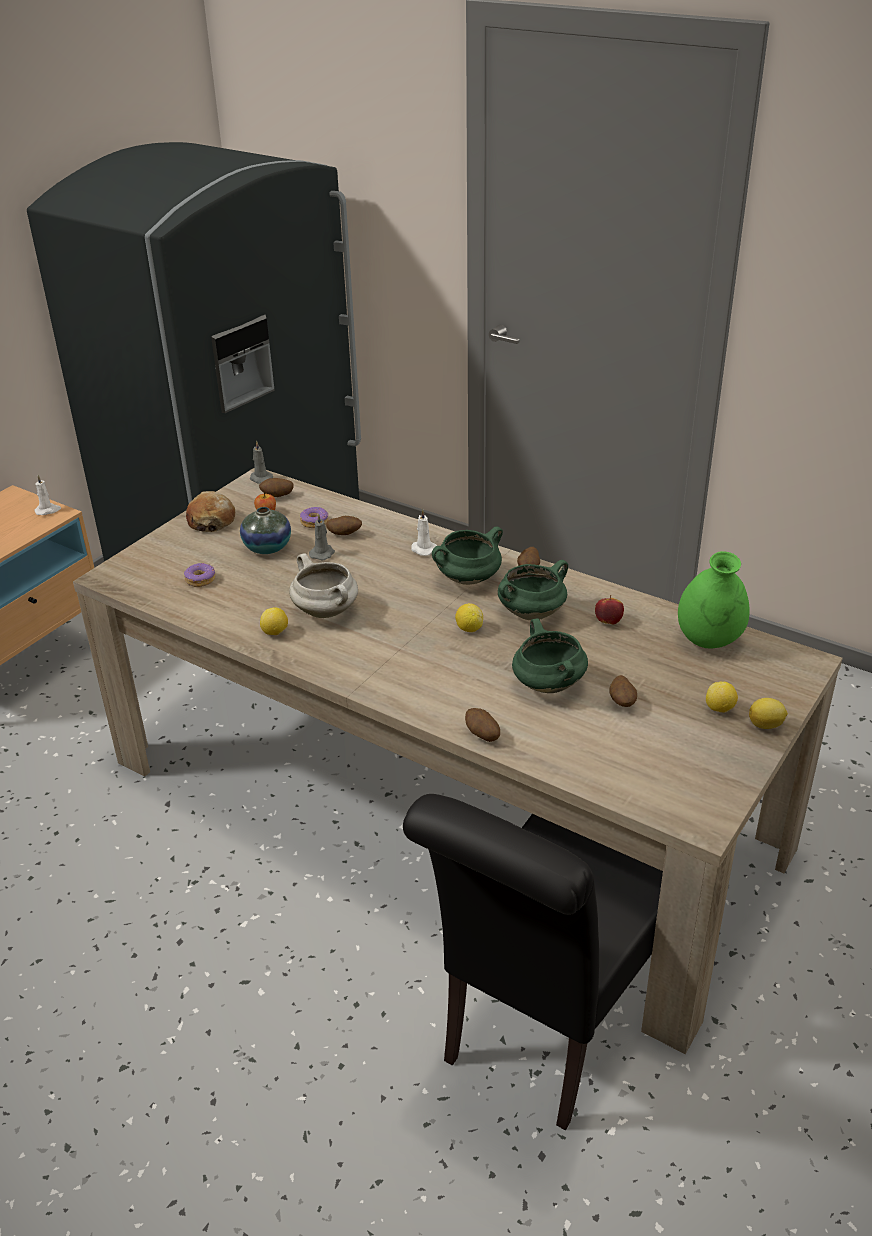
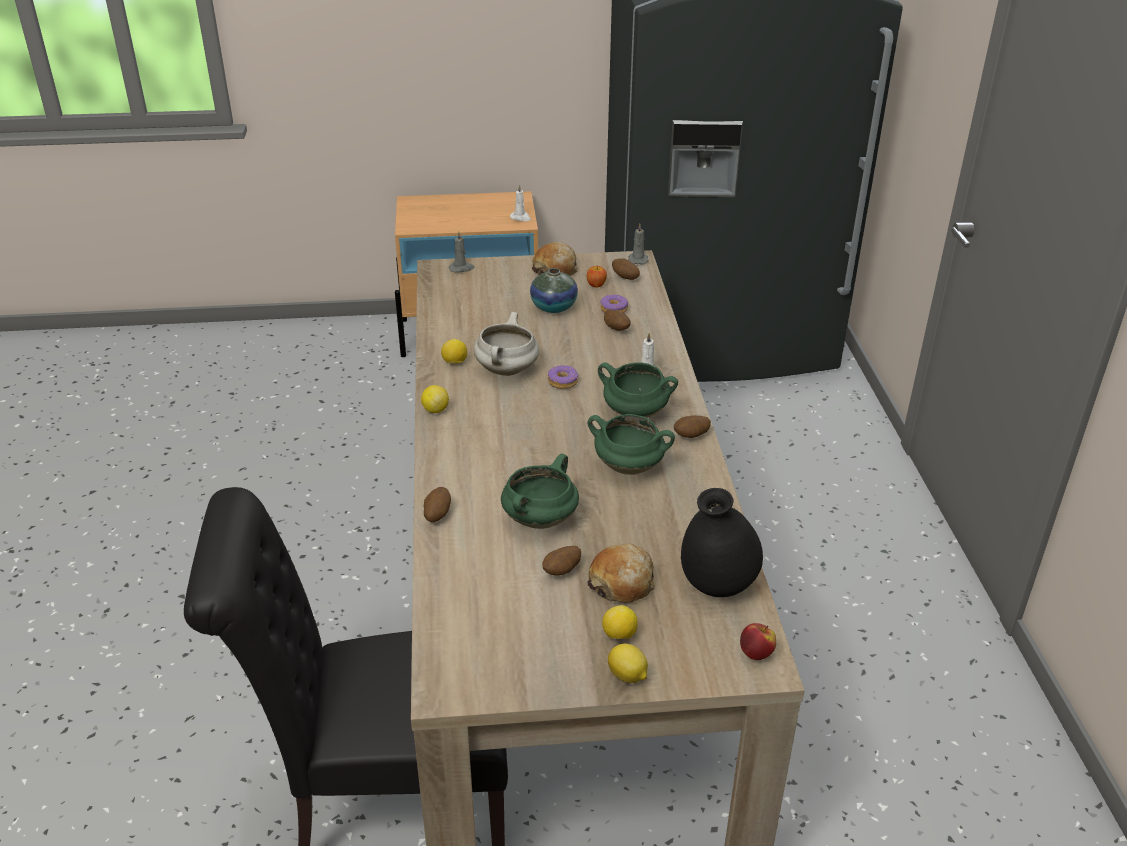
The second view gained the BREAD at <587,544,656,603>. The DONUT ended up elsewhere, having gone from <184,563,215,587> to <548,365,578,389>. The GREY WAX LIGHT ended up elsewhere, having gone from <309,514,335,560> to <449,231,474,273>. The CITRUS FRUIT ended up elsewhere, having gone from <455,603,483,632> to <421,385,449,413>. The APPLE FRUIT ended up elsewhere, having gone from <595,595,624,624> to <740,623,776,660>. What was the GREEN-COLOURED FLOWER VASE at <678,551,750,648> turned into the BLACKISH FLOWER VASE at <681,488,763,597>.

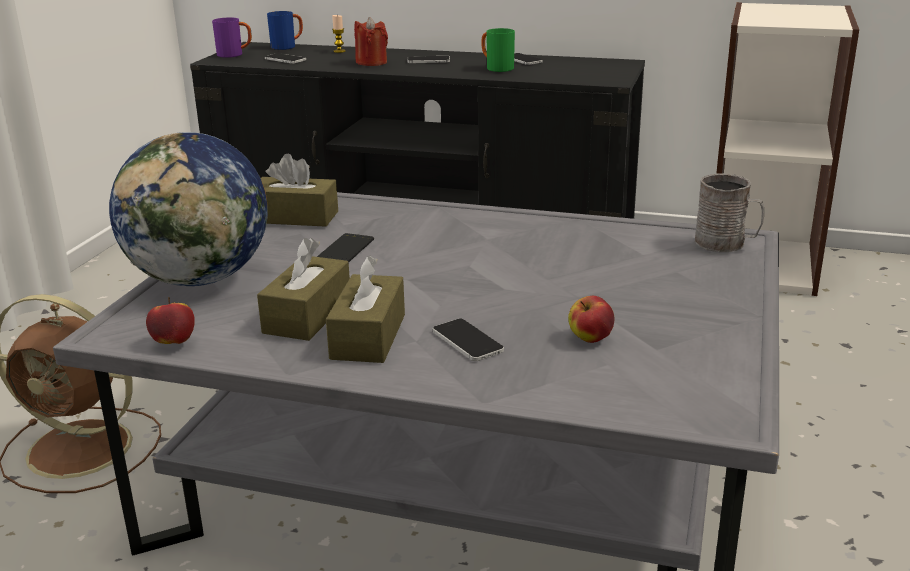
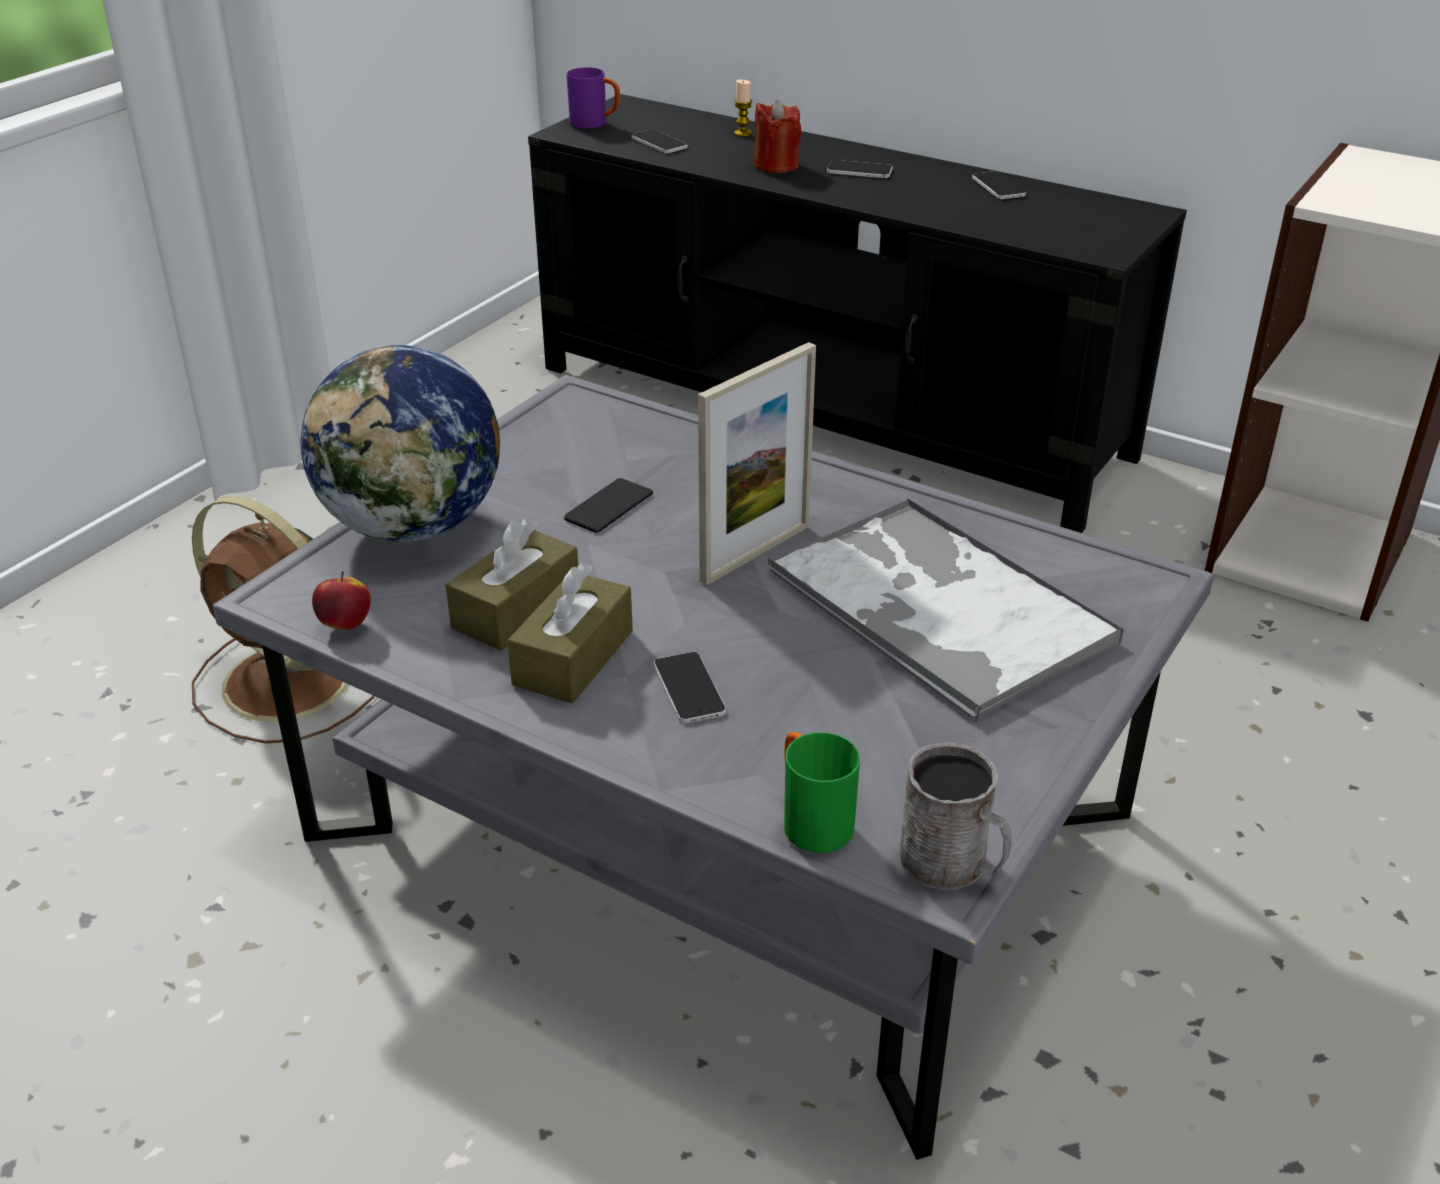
The second view lost the BROWN-COLOURED TISSUE HOLDER at <261,153,338,227>. The second view lost the BLUE-COLOURED TEA MUG at <267,11,303,50>. The second view lost the APPLE FRUIT at <568,296,614,343>. The second view gained the PICTURE FRAME at <698,342,816,585>. The second view gained the CARRYING TRAY at <768,498,1124,722>. The GREEN-COLOURED TEA MUG ended up elsewhere, having gone from <482,28,515,72> to <784,732,860,853>. The GREY TEA MUG ended up elsewhere, having gone from <694,173,764,252> to <900,742,1012,890>.

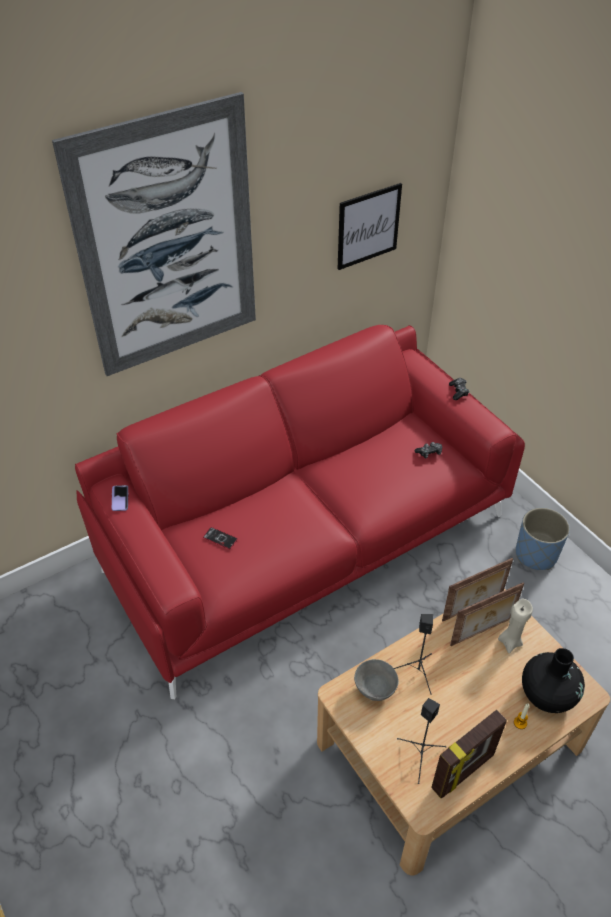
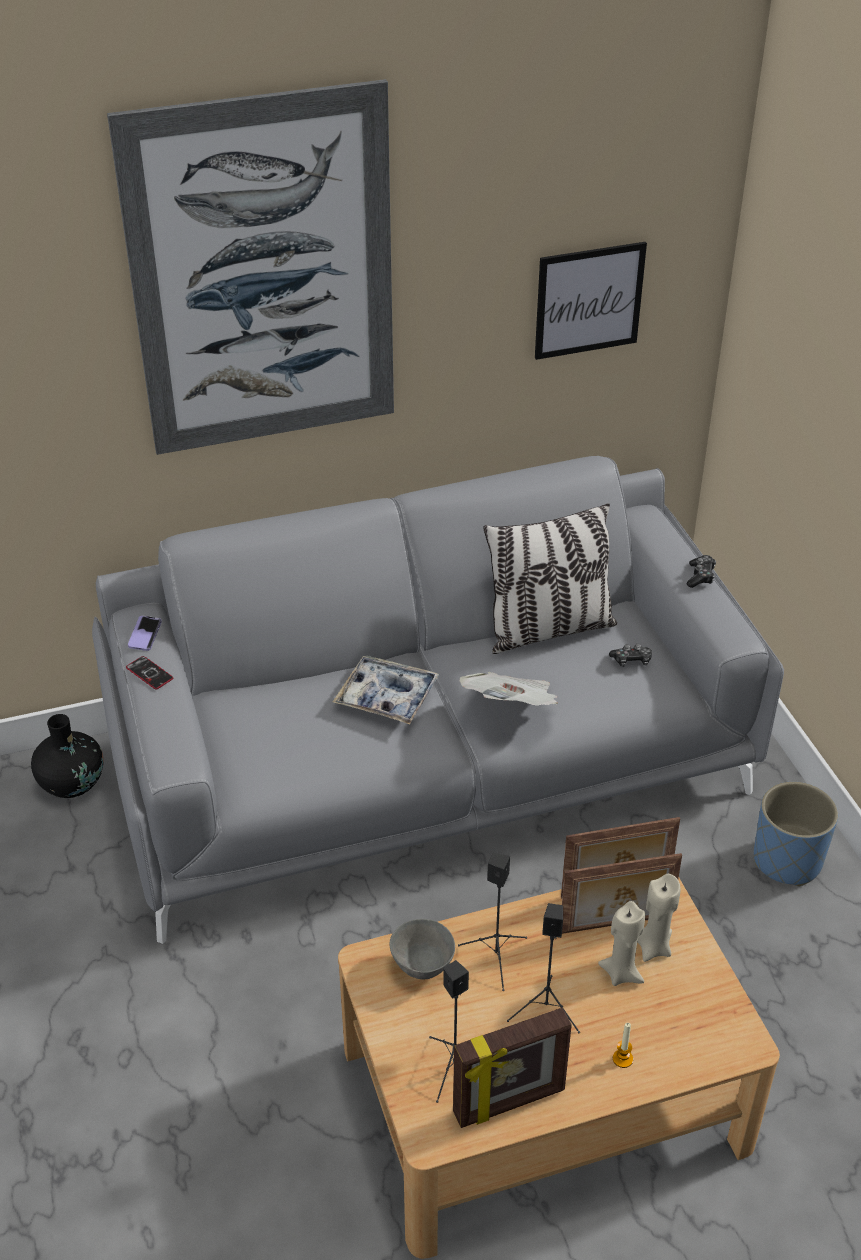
The second view gained the CARRYING TRAY at <333,655,440,725>. The second view gained the NEWSPAPER at <459,672,558,706>. The second view gained the PILLOW at <483,503,617,654>. The second view gained the BLACKISH SPEAKER at <507,903,580,1033>. The second view gained the SAND-COLOURED WAX LIGHT at <598,901,645,986>. The TELEPHONE ended up elsewhere, having gone from <203,527,238,549> to <126,656,173,689>. The BLACKISH FLOWER VASE ended up elsewhere, having gone from <522,648,585,713> to <31,714,104,798>. What was the REDDISH COUCH at <75,325,525,699> turned into the GREY COUCH at <92,456,784,944>.

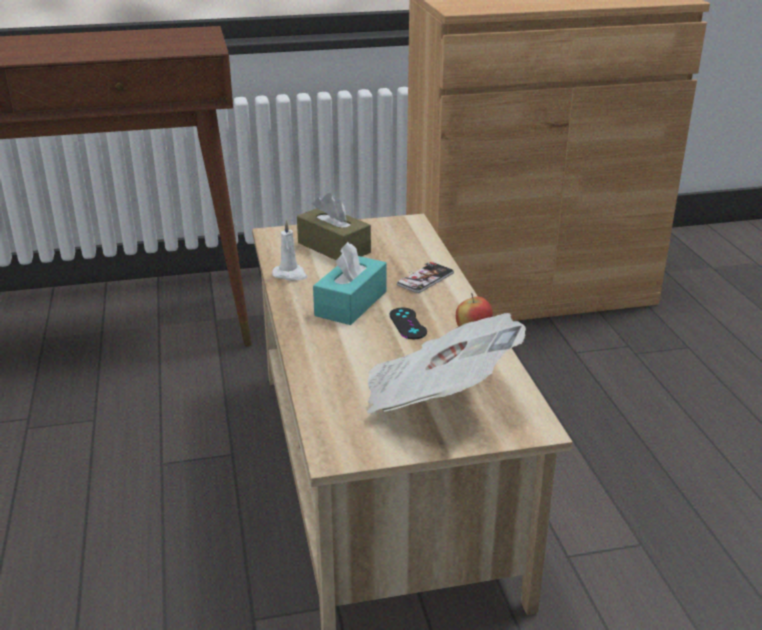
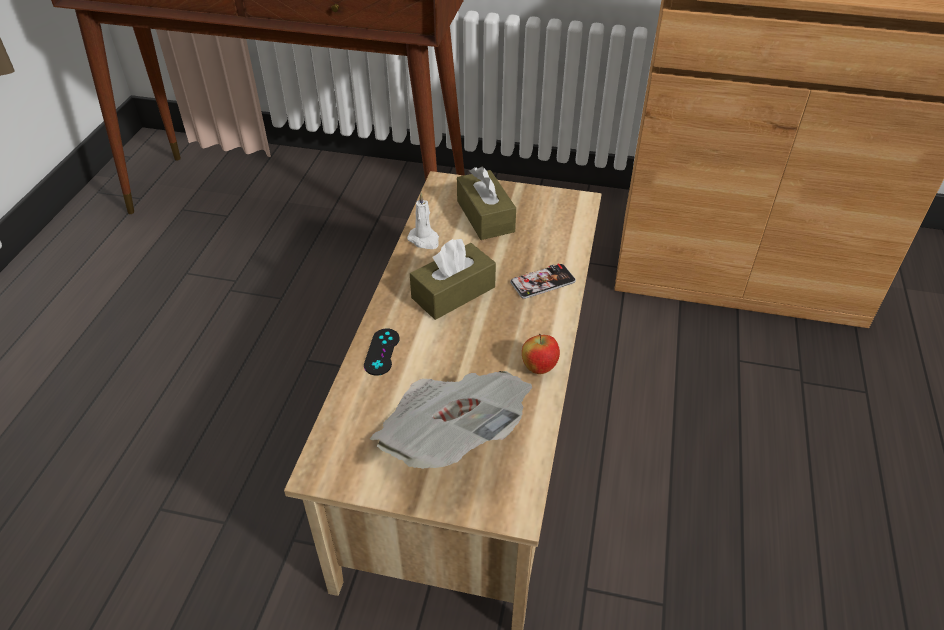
The BLACKISH GAMEPAD ended up elsewhere, having gone from <389,308,427,339> to <364,329,400,376>. What was the TURQUOISE-COLOURED TISSUE HOLDER at <313,242,387,325> turned into the BROWN-COLOURED TISSUE HOLDER at <410,239,496,320>.

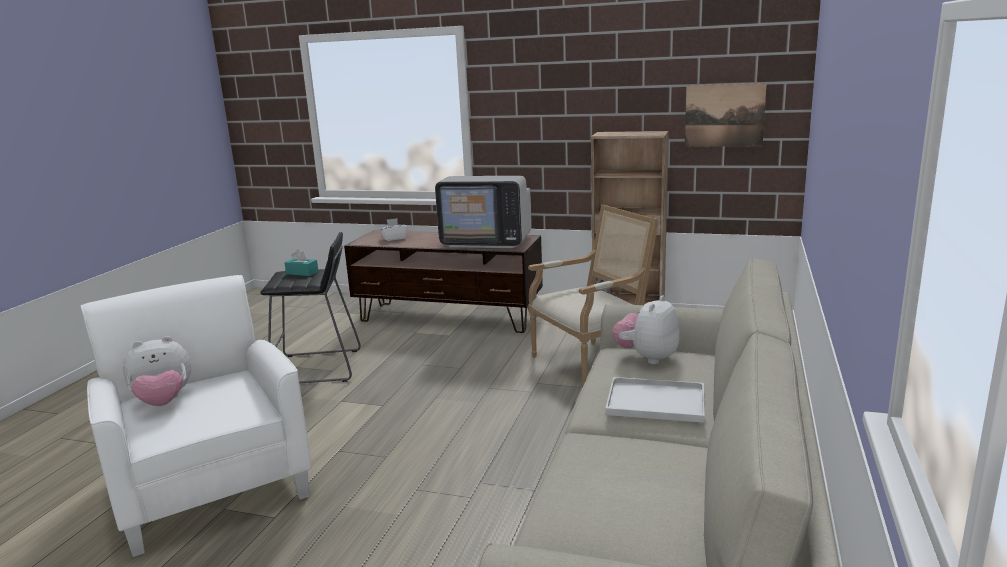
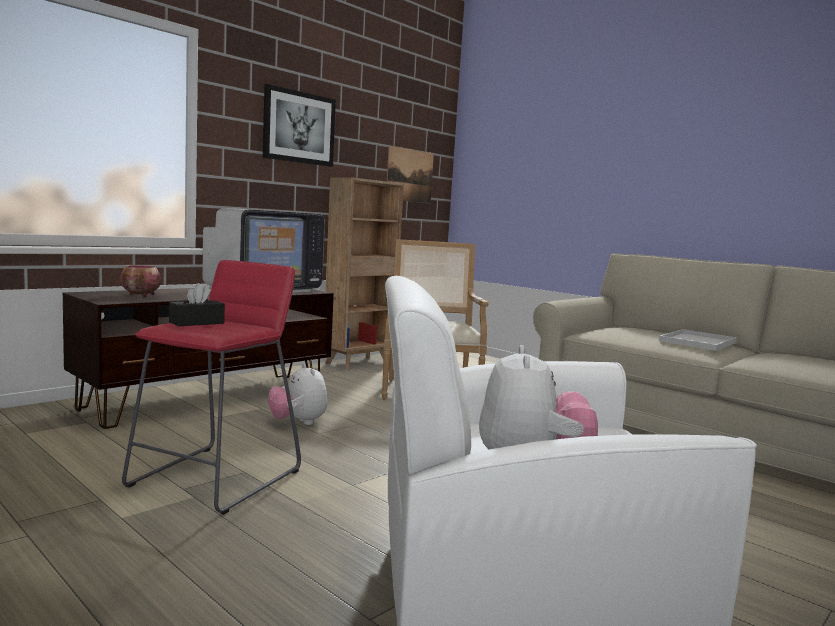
The second view gained the PICTURE at <263,84,336,167>. The SOFT TOY ended up elsewhere, having gone from <612,295,680,364> to <268,364,327,425>. Where the WHITISH TISSUE HOLDER stood at <379,218,407,241>, the SERVING BOWL came to stand at <120,265,161,297>. What was the BLACKISH STOOL at <260,232,361,383> turned into the REDDISH STOOL at <122,260,301,515>. What was the TURQUOISE-COLOURED TISSUE HOLDER at <284,250,319,276> turned into the BLACKISH TISSUE HOLDER at <169,283,225,326>.

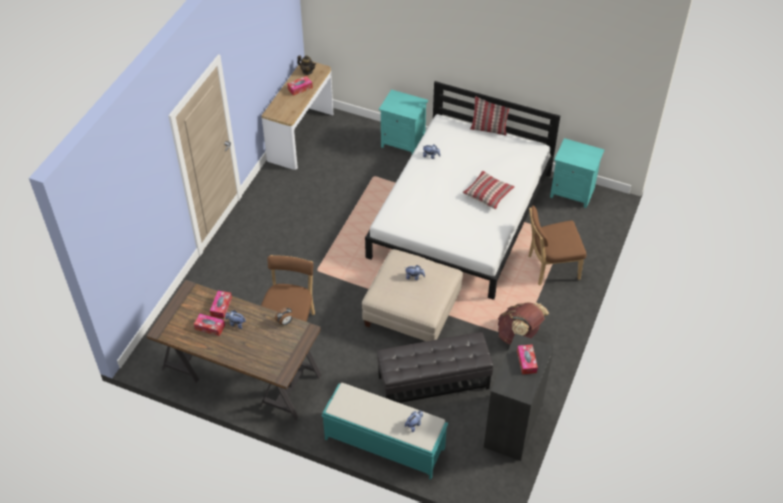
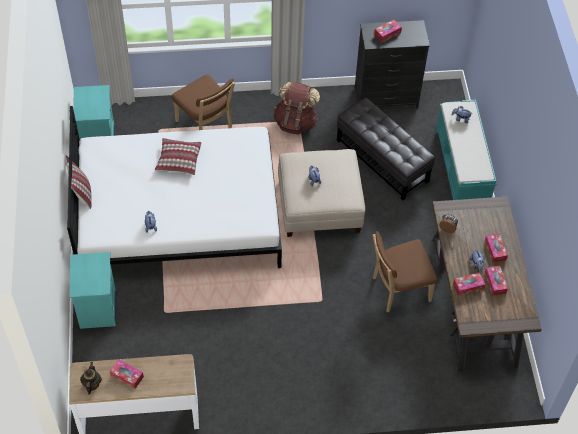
The second view gained the TISSUE HOLDER at <485,233,508,263>.

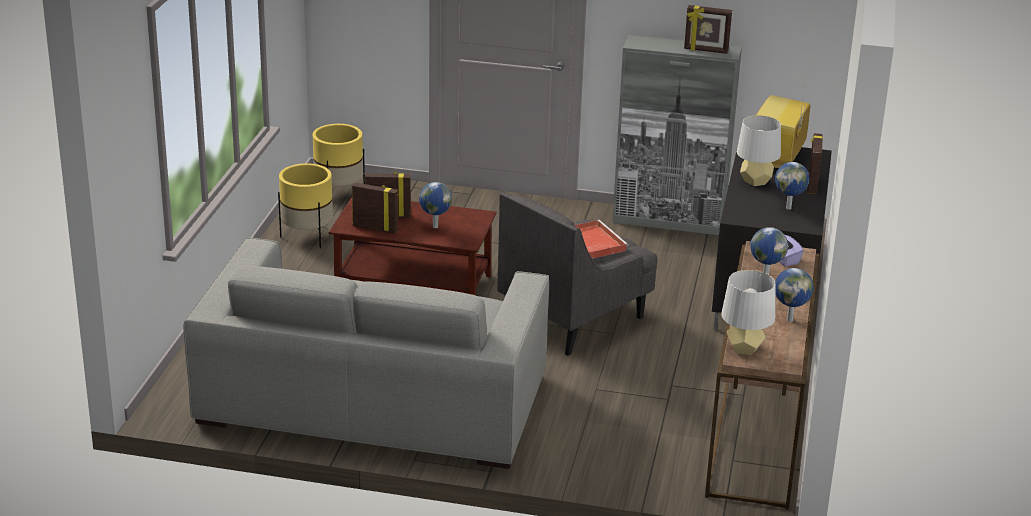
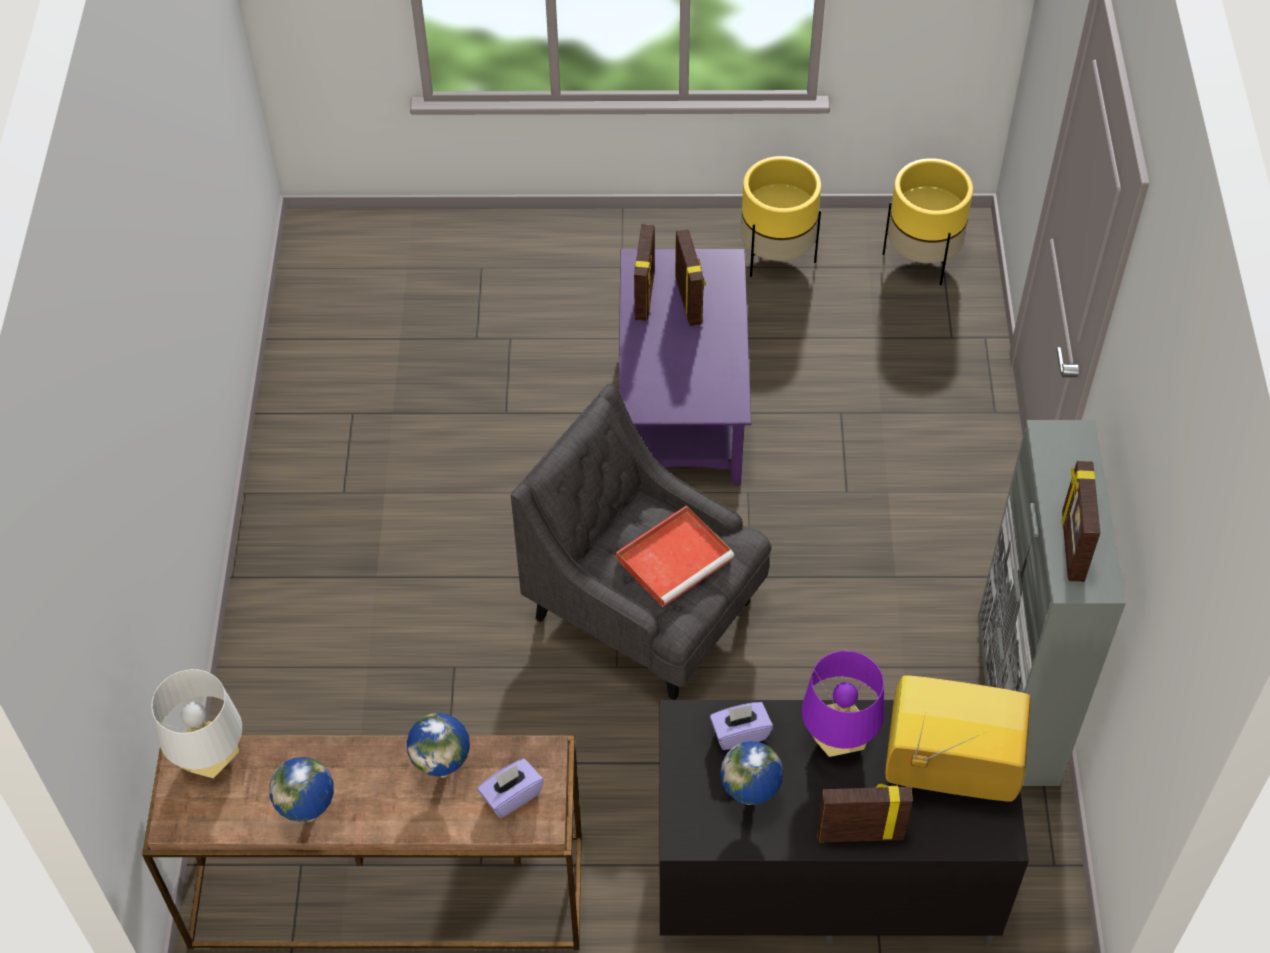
The second view lost the GREY COUCH at <183,238,549,469>. The second view lost the WORLD GLOBE at <419,182,452,228>. The second view gained the PURPLISH TISSUE HOLDER at <710,702,773,750>. What was the BROWN-COLOURED LOW TABLE at <329,197,497,296> turned into the PURPLISH LOW TABLE at <619,249,751,486>. What was the GREY TABLETOP LAMP at <737,115,781,186> turned into the PURPLISH TABLETOP LAMP at <802,650,884,757>.

